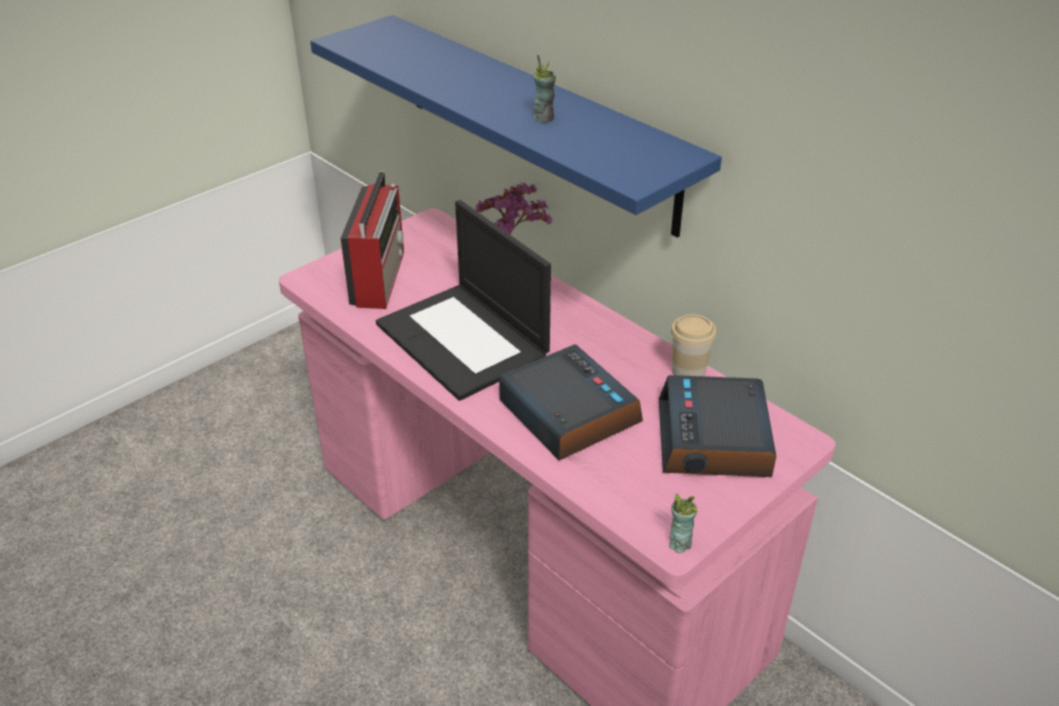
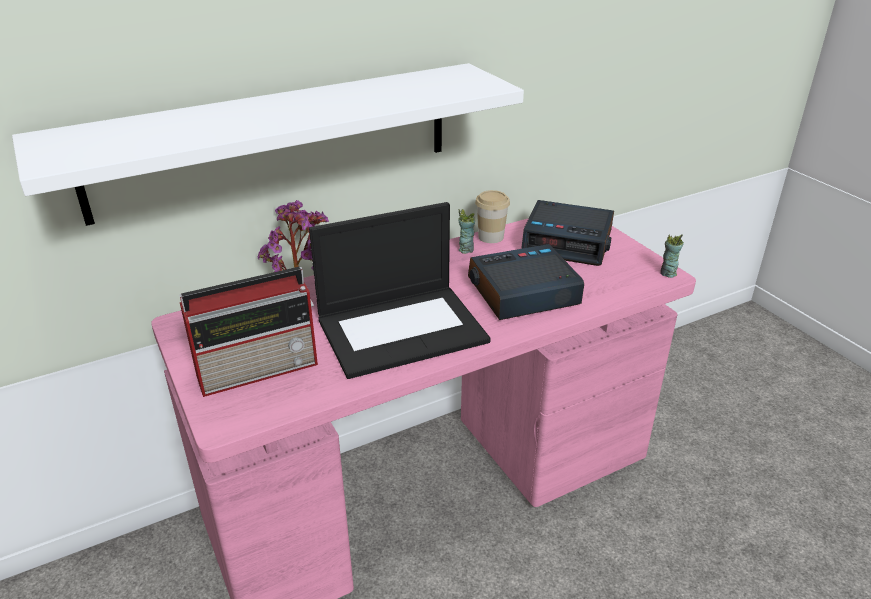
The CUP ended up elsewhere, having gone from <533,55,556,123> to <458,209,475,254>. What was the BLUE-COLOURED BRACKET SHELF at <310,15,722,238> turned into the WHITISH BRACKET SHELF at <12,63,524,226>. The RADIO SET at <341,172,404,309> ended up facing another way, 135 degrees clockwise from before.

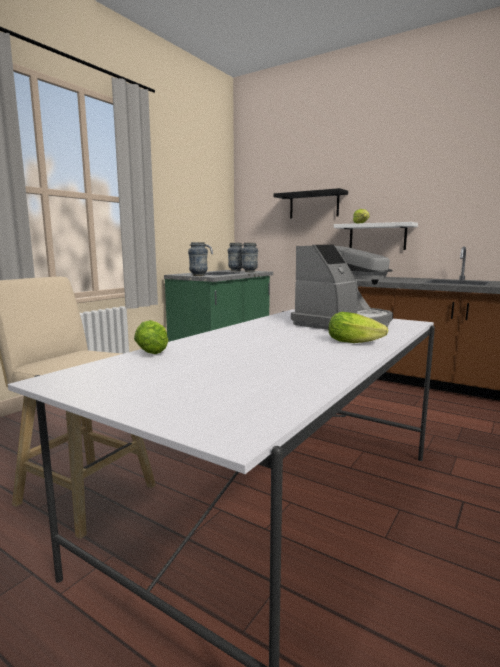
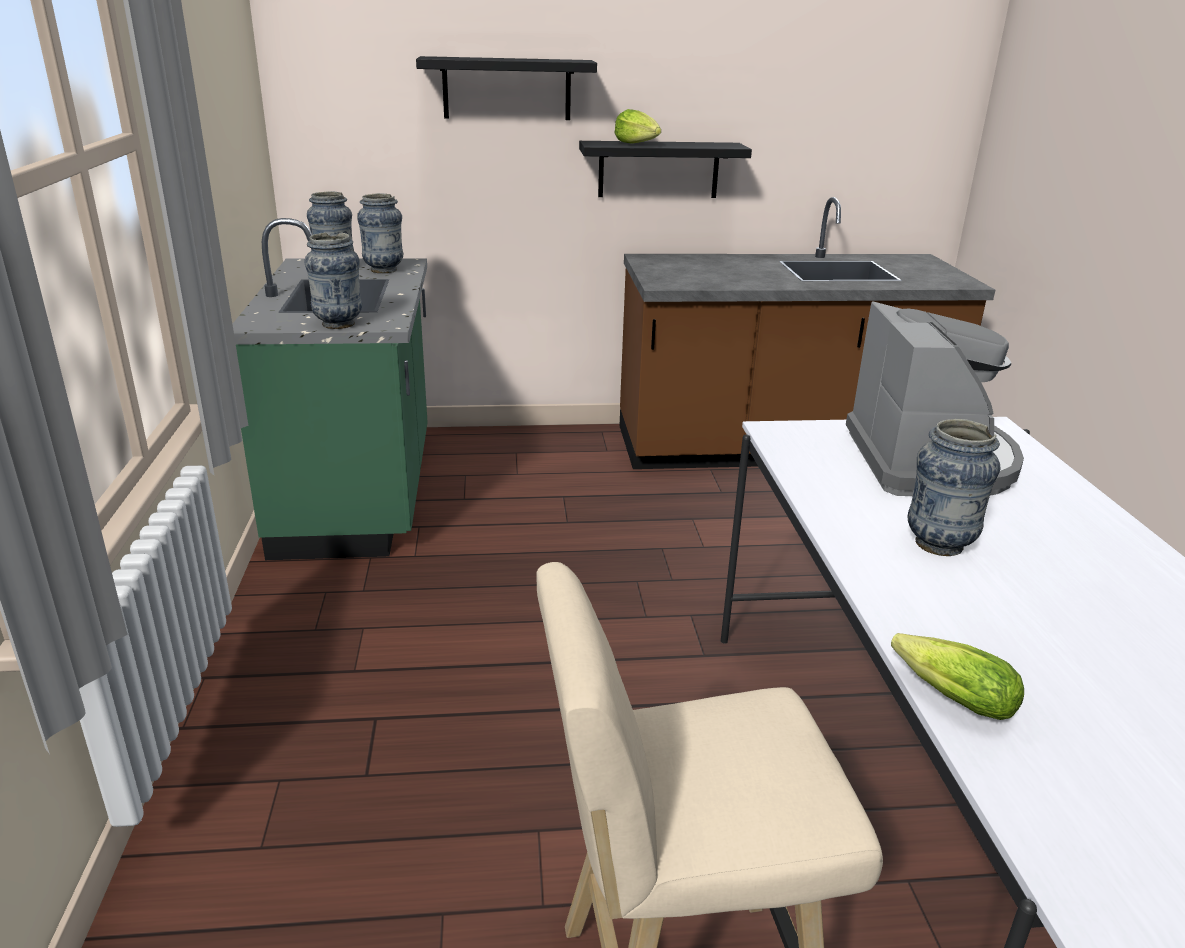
The second view lost the HEAD OF LETTUCE at <328,312,388,343>. The second view gained the FLOWER VASE at <907,419,1001,556>. What was the WHITISH BRACKET SHELF at <334,222,418,250> turned into the BLACKISH BRACKET SHELF at <579,141,752,198>.

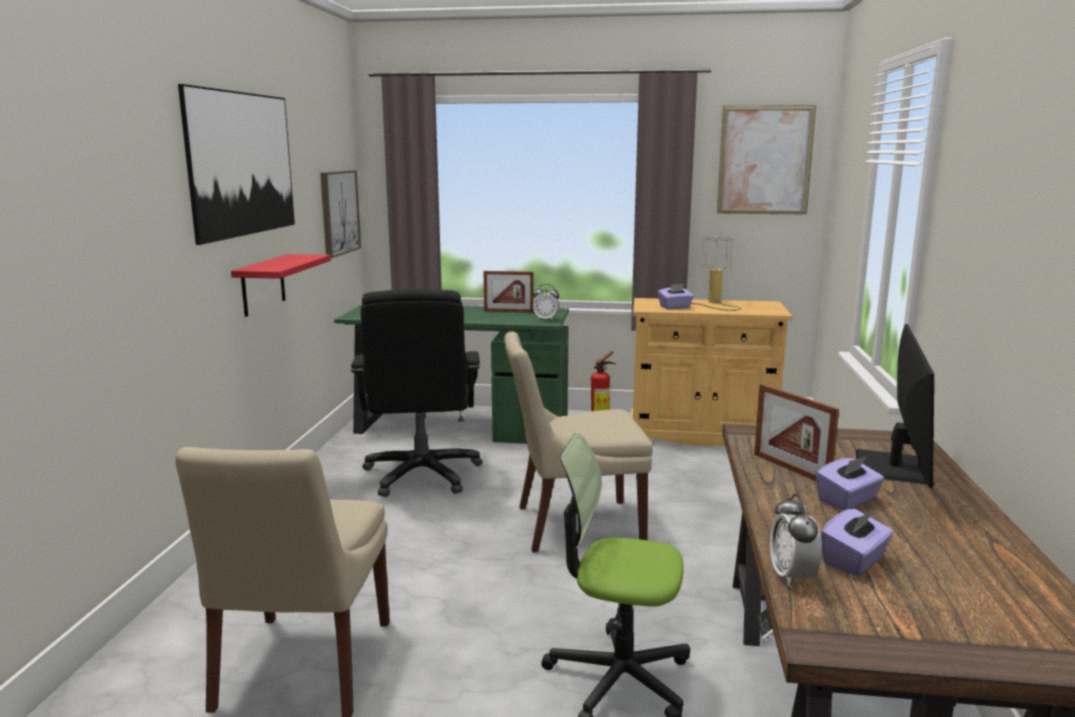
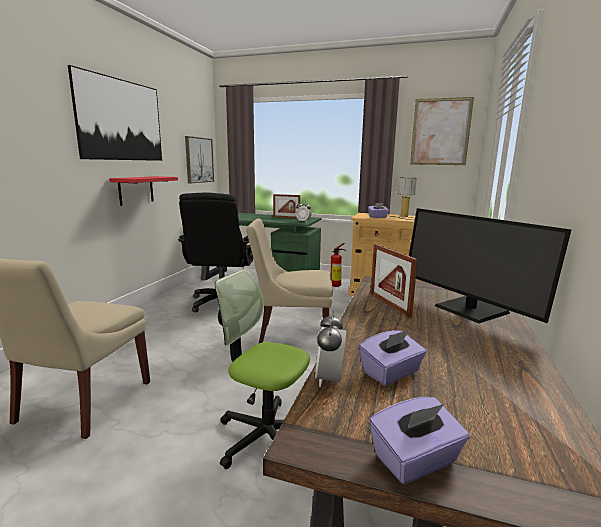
The PURPLISH TISSUE HOLDER ended up elsewhere, having gone from <816,456,884,511> to <369,397,470,484>. The COMPUTER SCREEN at <855,324,935,488> ended up facing another way, 120 degrees clockwise from before.

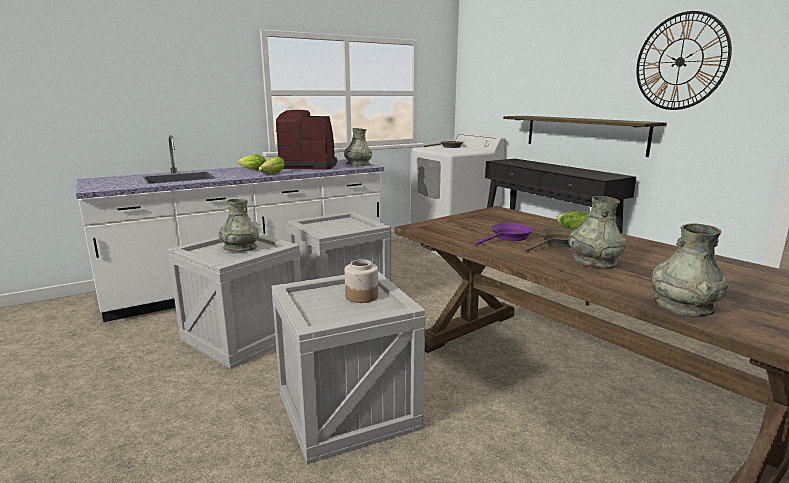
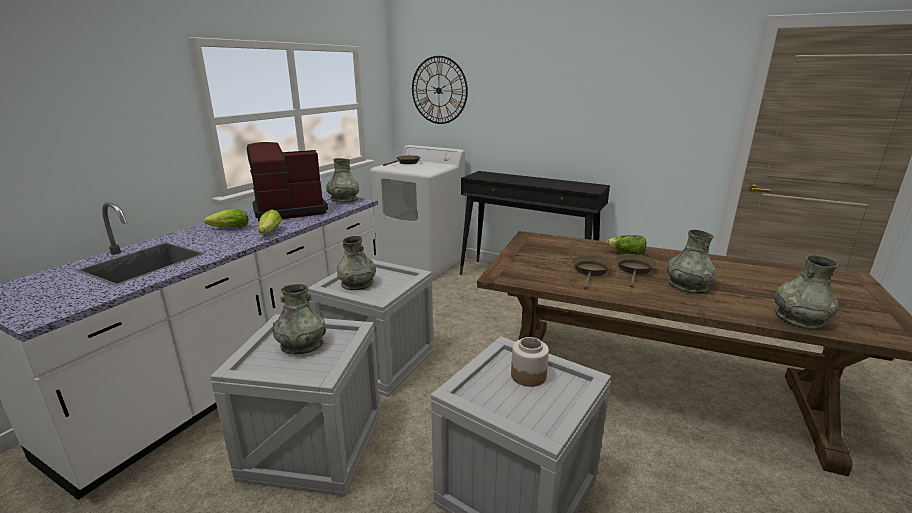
The second view lost the BRACKET SHELF at <503,116,667,157>. The second view gained the GREY FLOWER VASE at <337,236,376,290>. The CLOCK ON THE WALL ended up elsewhere, having gone from <636,11,732,110> to <412,56,468,124>. What was the PURPLISH PAN at <475,223,534,245> turned into the BROWN-COLOURED PAN at <572,255,613,289>.

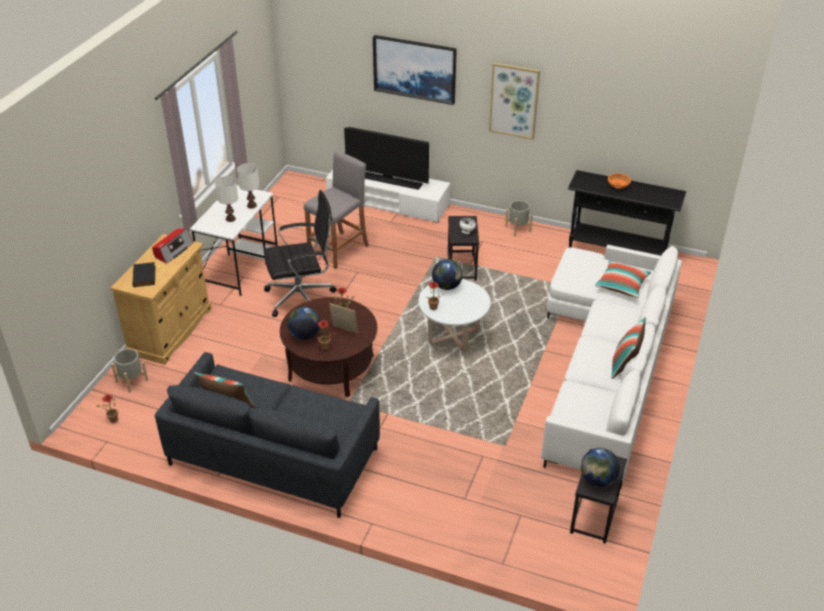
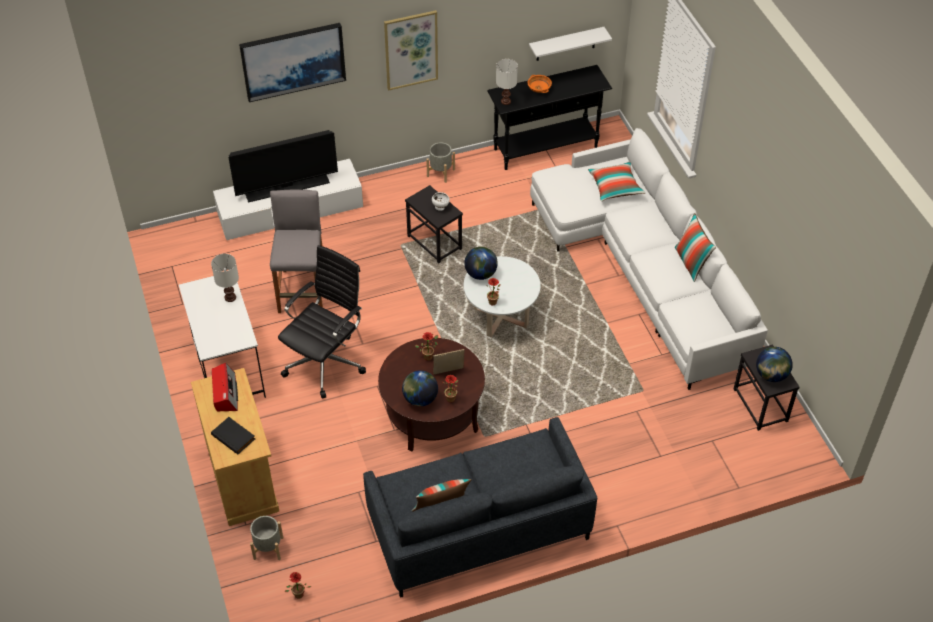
The second view gained the WHITISH BRACKET SHELF at <529,27,612,61>. The WHITISH TABLETOP LAMP ended up elsewhere, having gone from <215,176,238,222> to <496,59,518,105>.

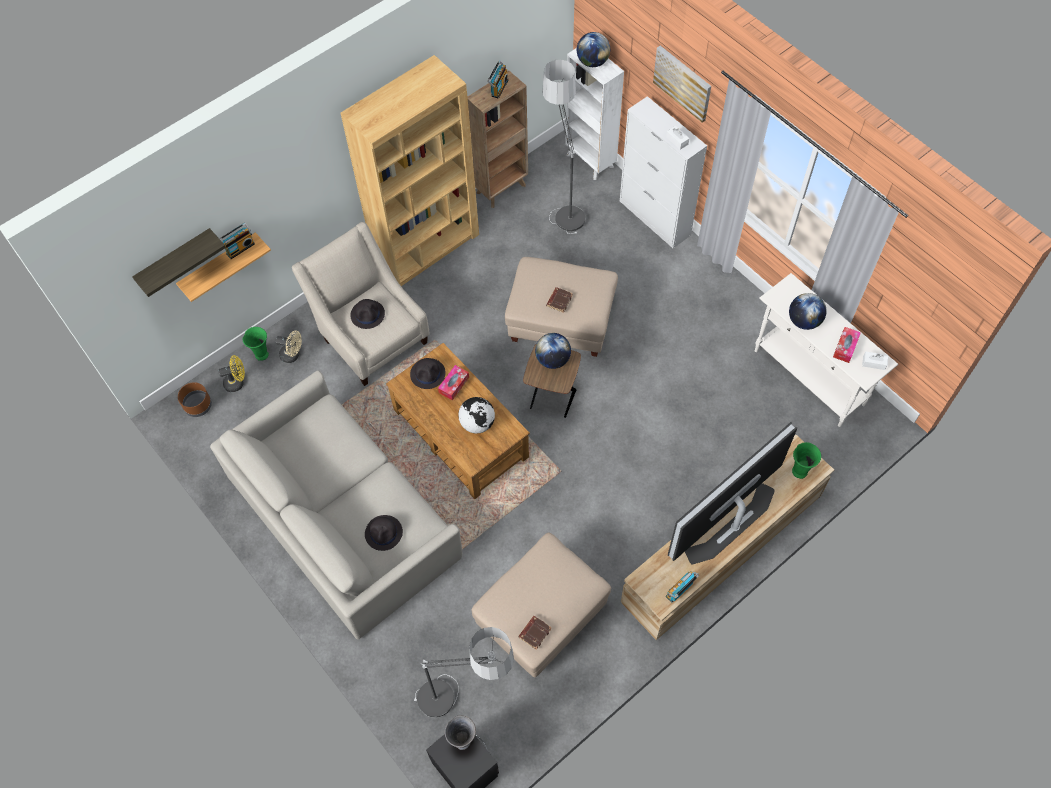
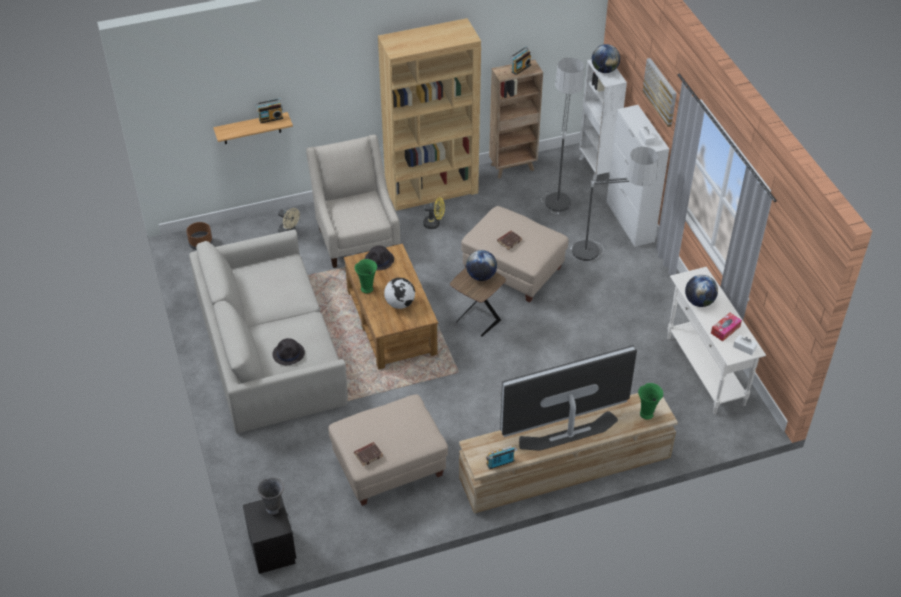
The second view lost the BRACKET SHELF at <132,228,226,297>. The second view lost the BLACKISH CLOTHING HAT at <350,299,385,329>. The second view lost the TISSUE HOLDER at <438,365,469,400>. The YELLOWISH ELECTRIC FAN ended up elsewhere, having gone from <218,355,245,392> to <423,197,445,229>. The GREEN-COLOURED FLOWER VASE ended up elsewhere, having gone from <243,327,269,361> to <355,259,377,293>. The STANDARD LAMP ended up elsewhere, having gone from <414,627,514,718> to <570,147,659,261>.

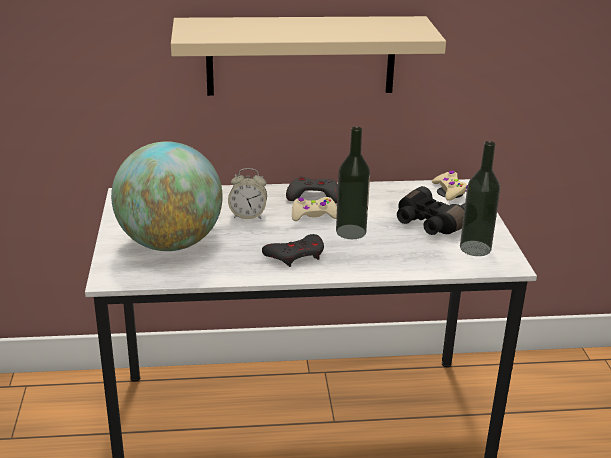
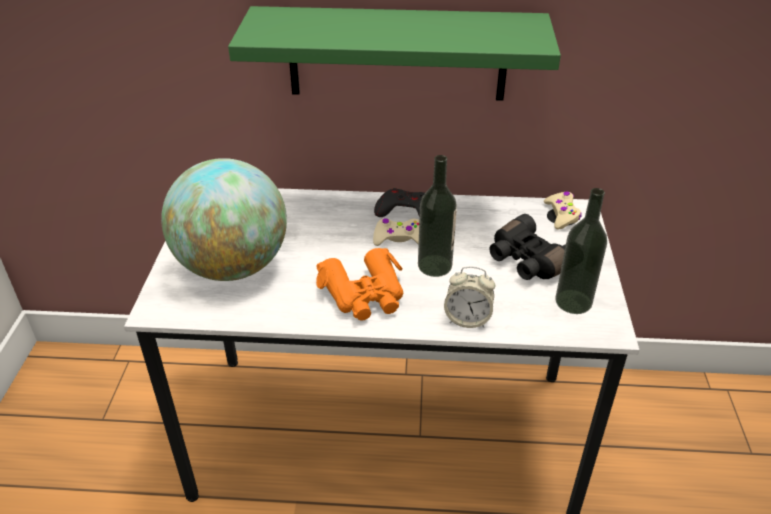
The TABLE CLOCK ended up elsewhere, having gone from <228,168,267,219> to <444,267,495,328>. Where the GREY GAMEPAD stood at <262,234,324,267>, the ORANGEY BINOCULARS came to stand at <316,248,403,321>. What was the SAND-COLOURED BRACKET SHELF at <171,16,446,96> turned into the GREEN-COLOURED BRACKET SHELF at <228,6,561,101>.

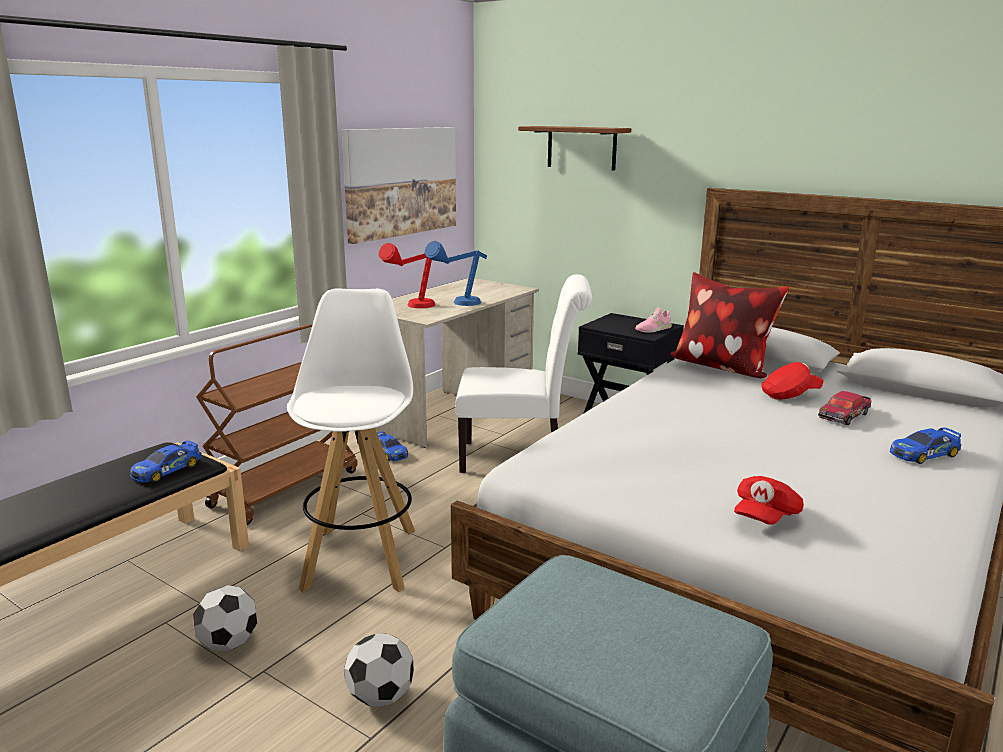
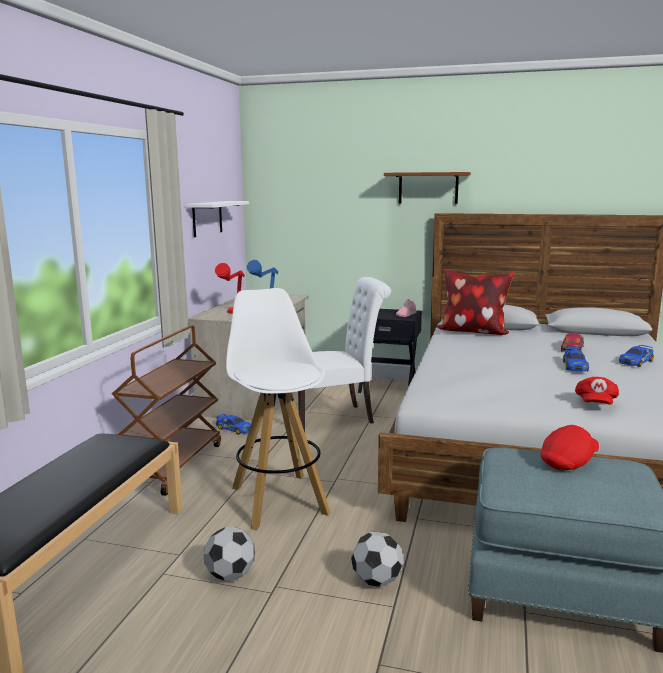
The MINIATURE CAR ended up elsewhere, having gone from <130,440,202,483> to <563,348,589,372>. The BROWN-COLOURED BRACKET SHELF ended up elsewhere, having gone from <518,126,631,171> to <384,172,471,204>. The REDDISH CAP ended up elsewhere, having gone from <761,362,824,399> to <541,425,599,470>. Where the PICTURE hung at <342,127,456,244>, the WHITISH BRACKET SHELF came to hang at <186,201,249,237>.

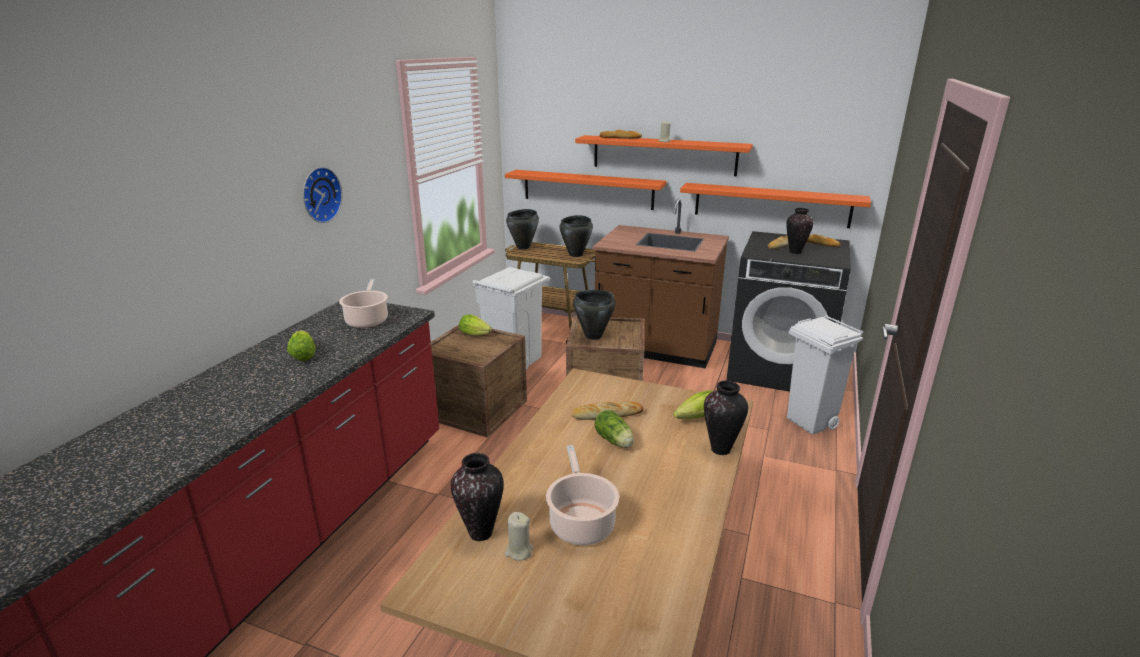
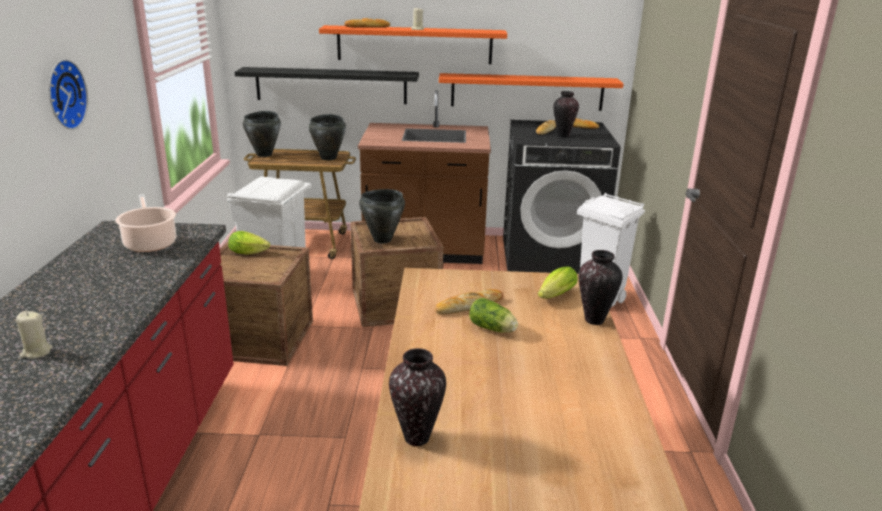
The second view lost the HEAD OF LETTUCE at <287,330,316,361>. The second view lost the COOKING POT at <546,445,619,545>. The SAND-COLOURED WAX LIGHT ended up elsewhere, having gone from <505,512,533,561> to <16,311,52,359>. What was the ORANGEY BRACKET SHELF at <505,170,666,210> turned into the BLACKISH BRACKET SHELF at <235,67,419,104>.

